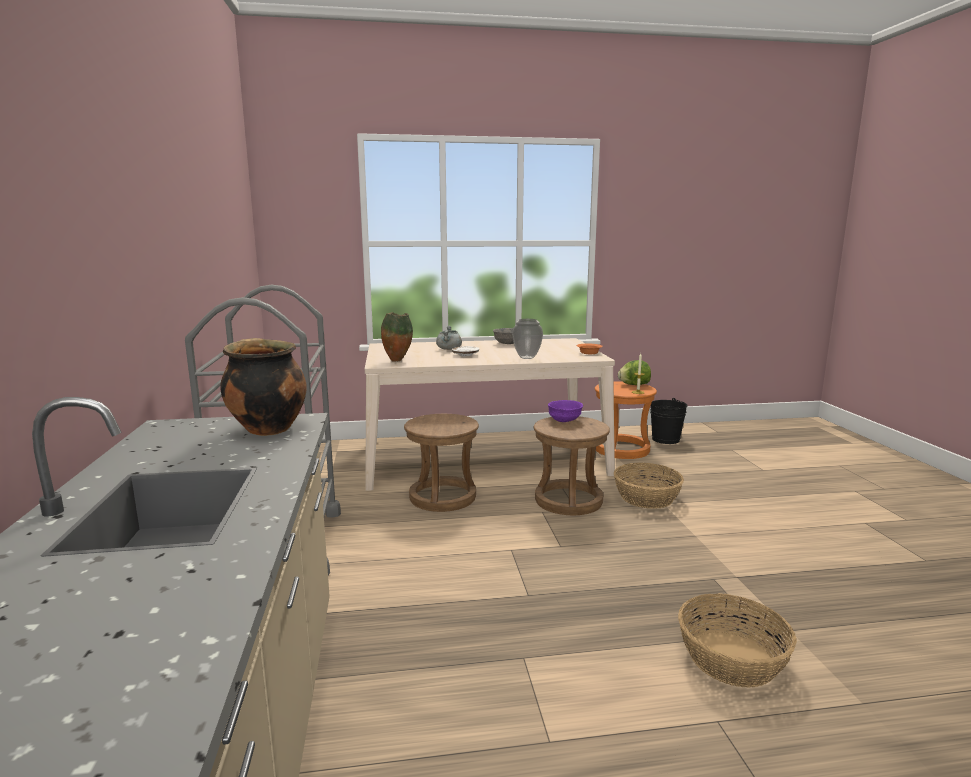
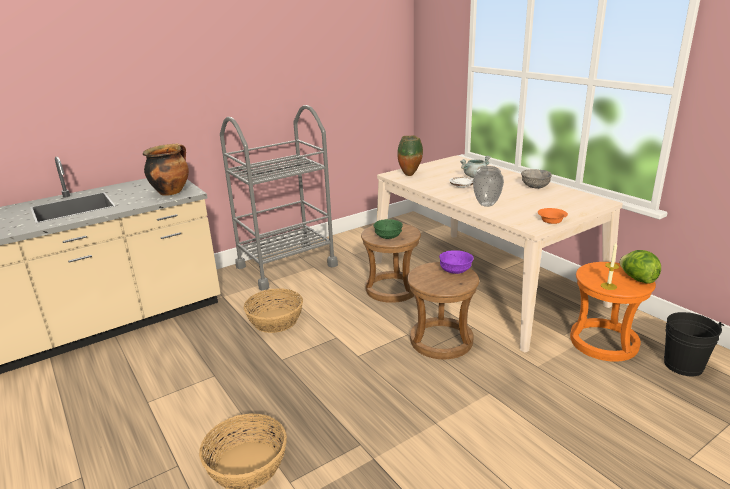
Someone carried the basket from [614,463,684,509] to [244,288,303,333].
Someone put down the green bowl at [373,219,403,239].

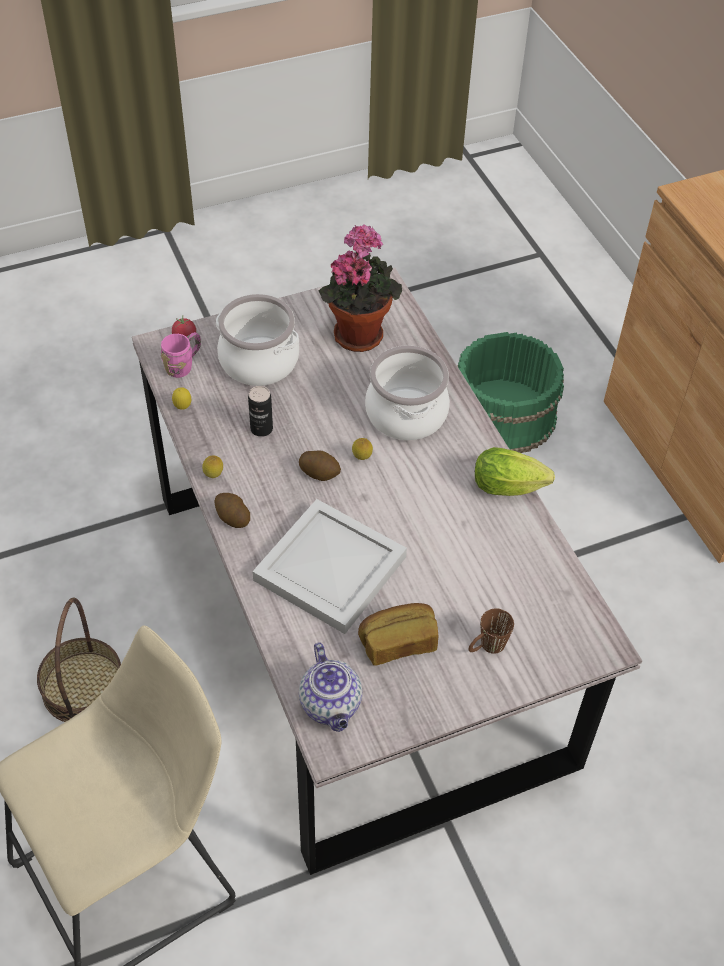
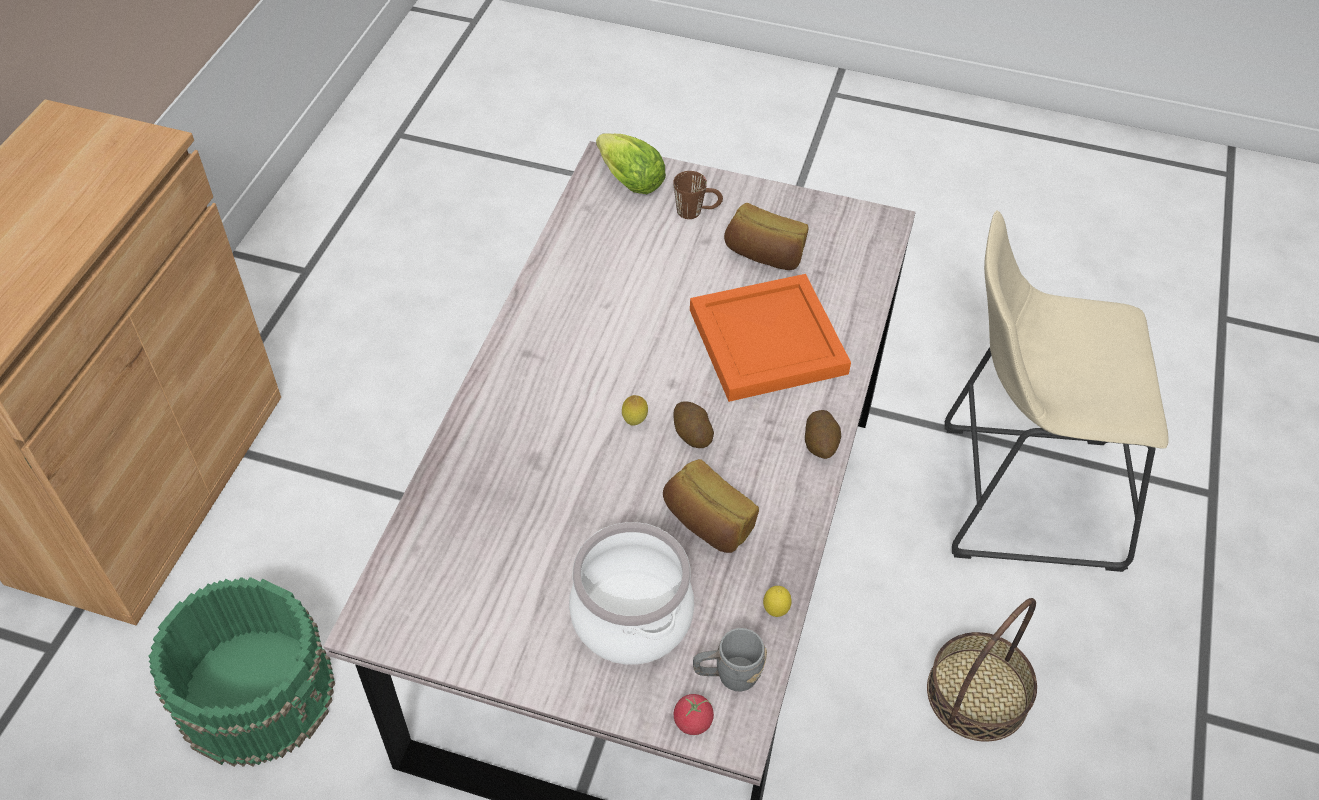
Someone took away the potted plant at [318,224,402,352].
Someone repainted the pink mug at [161,332,201,378], which became the grey mug at [693,628,767,691].
Someone took away the cooking pot at [365,345,450,441].
Someone swapped the can at [248,386,273,437] for the bread at [663,459,759,553].
Someone carried the lettuce from [475,447,555,496] to [596,133,666,194].
Someone took away the lemon at [202,456,223,478].
Someone repainted the white tray at [252,499,407,634], which became the orange tray at [690,274,851,402].
Someone took away the teapot at [299,643,362,732].

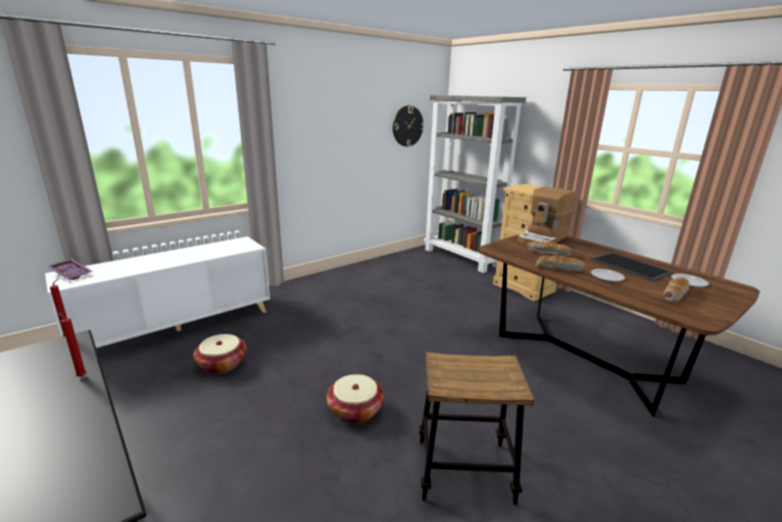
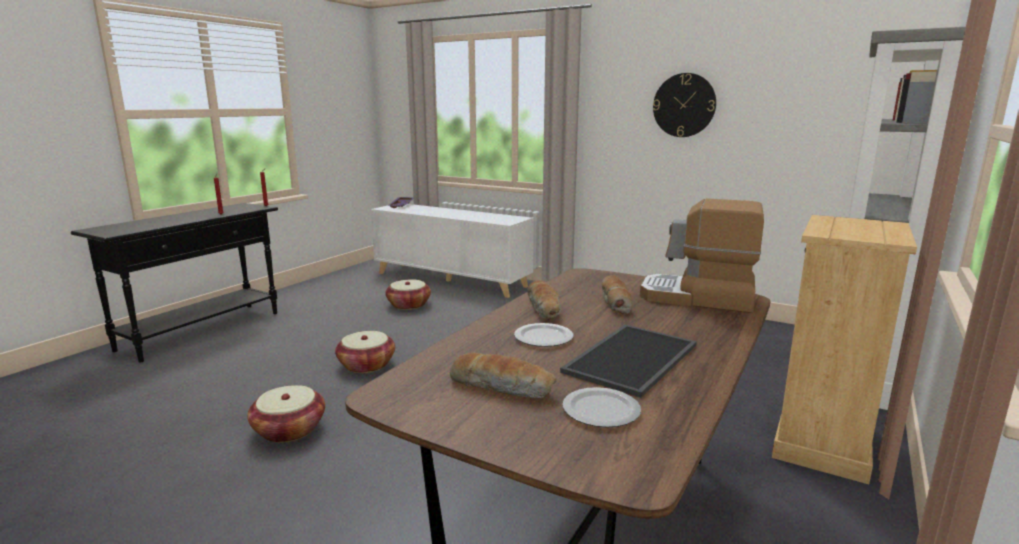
Someone carried the wall clock from [393,106,424,147] to [653,73,716,137].
Someone swapped the stool at [419,352,534,505] for the basket at [247,385,325,443].

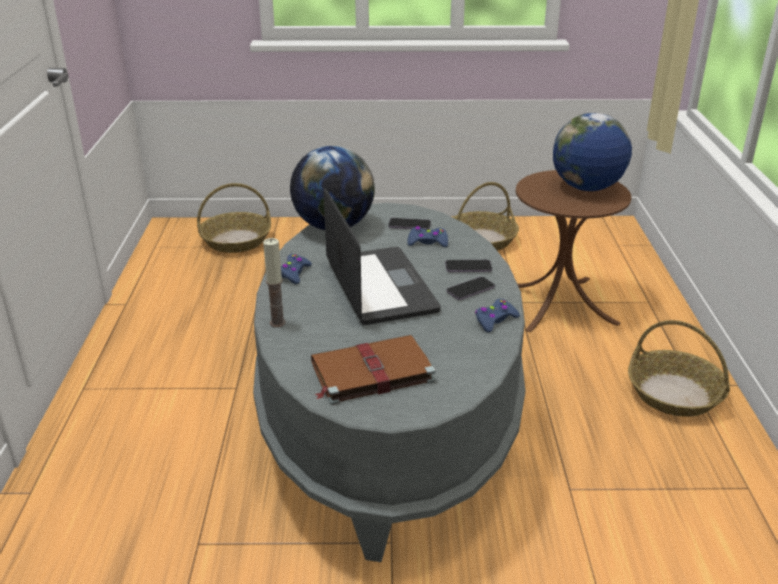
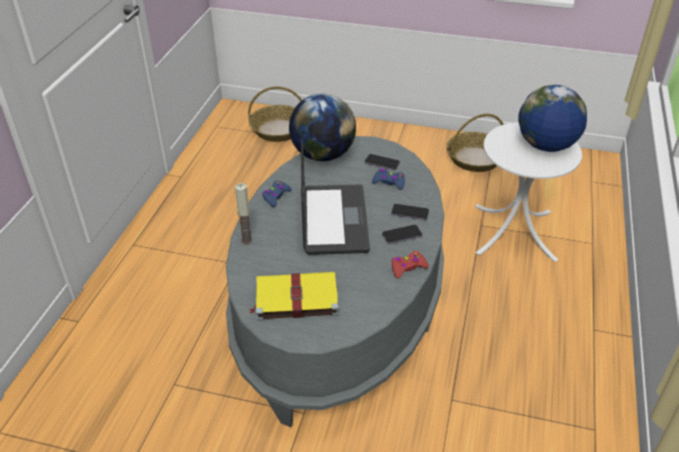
Someone repainted the brown side table at [516,170,631,332], which became the white side table at [475,122,582,262].
Someone repainted the blue game controller at [475,299,520,332], which became the red game controller at [392,251,429,278].
Someone took away the basket at [628,320,730,417].
Someone repainted the brown book at [311,335,436,405], which became the yellow book at [249,272,339,321].

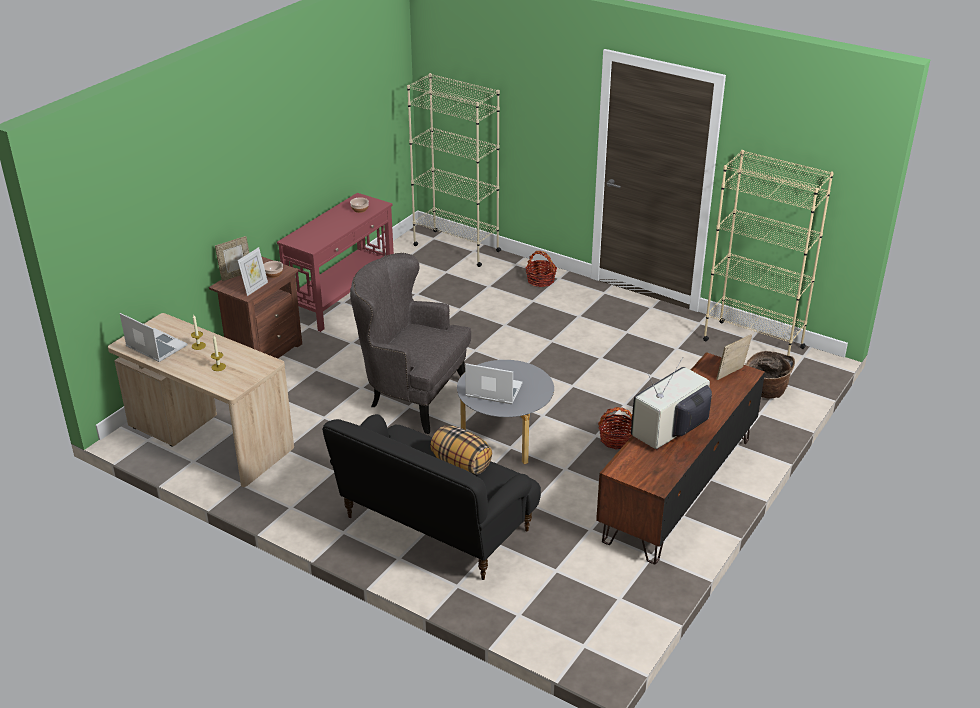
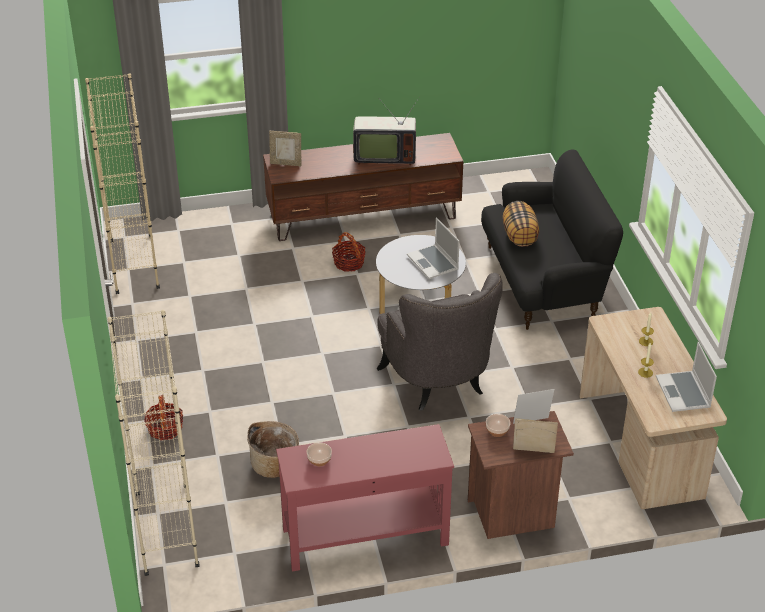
Someone carried the basket from [745,351,795,399] to [247,421,299,478].

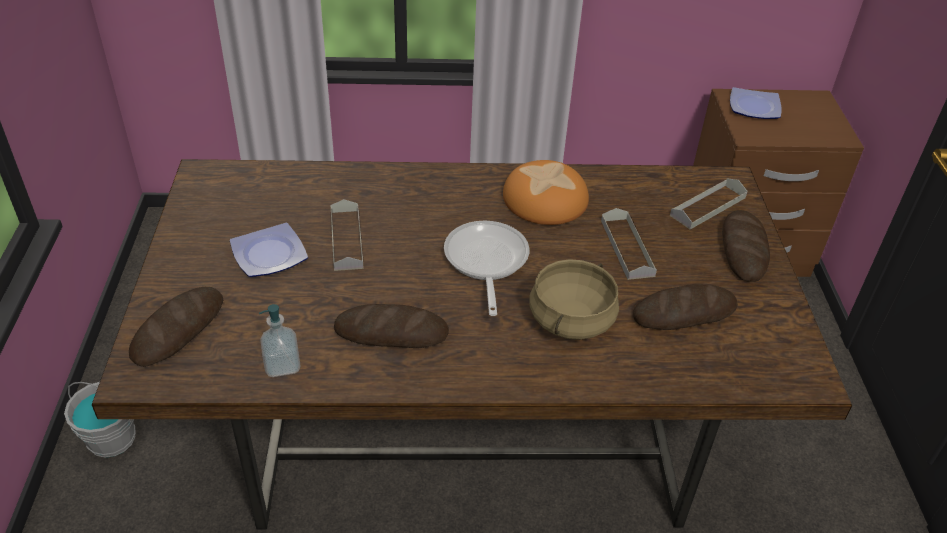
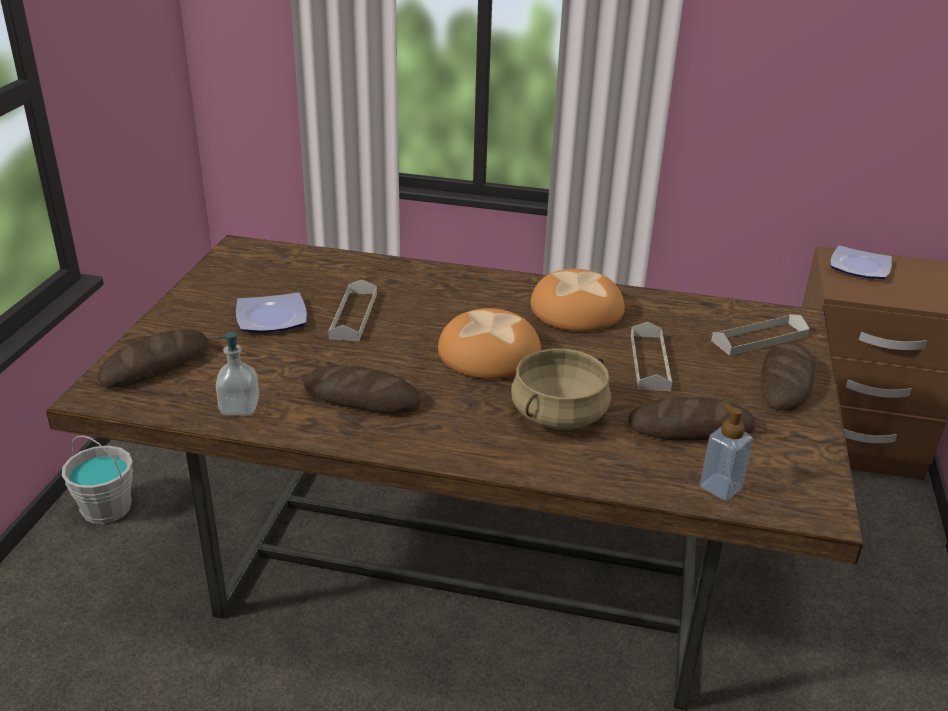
Someone swapped the frying pan at [444,221,529,316] for the bread at [438,308,541,379].
Someone put down the soap dispenser at [700,405,753,501].

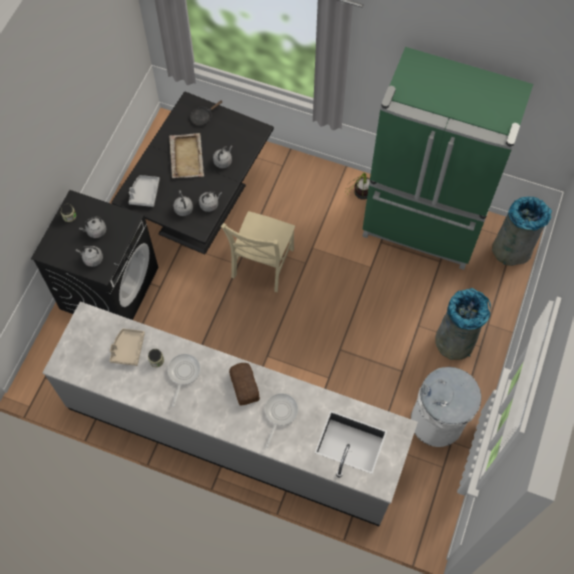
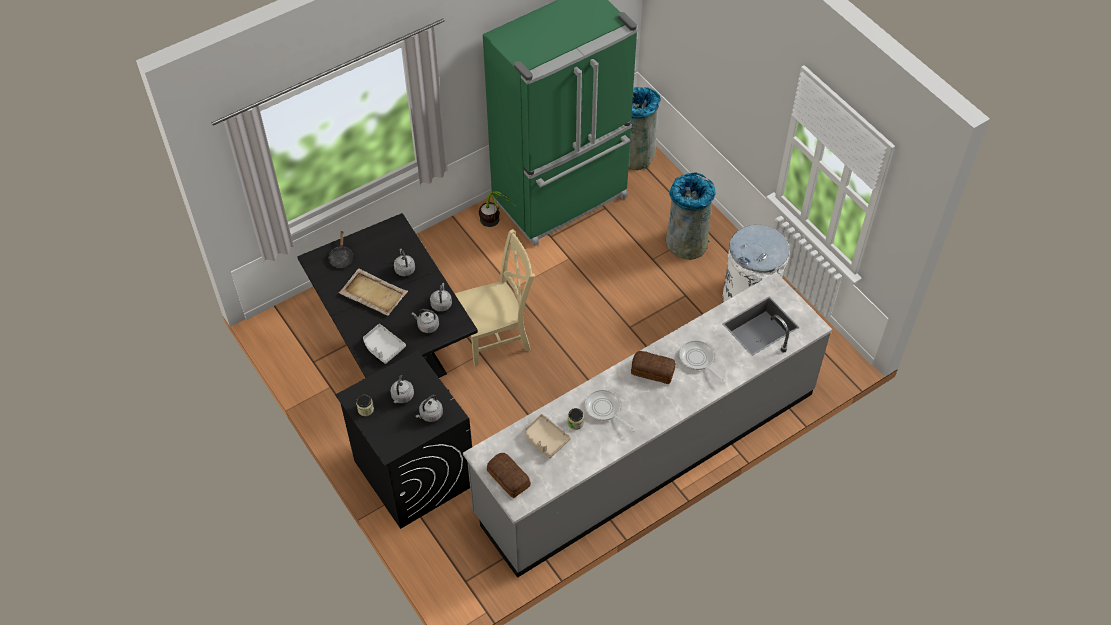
Someone rotated the beige chair at [221,211,295,292] by 75 degrees counterclockwise.
Someone put down the bread at [487,453,531,498].

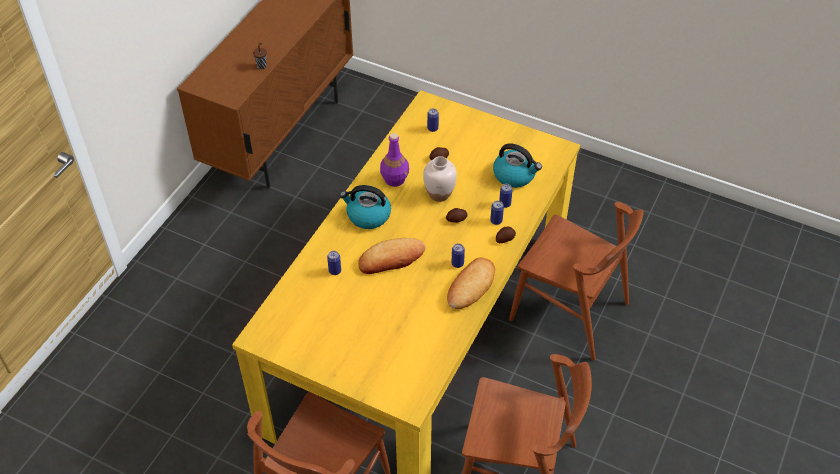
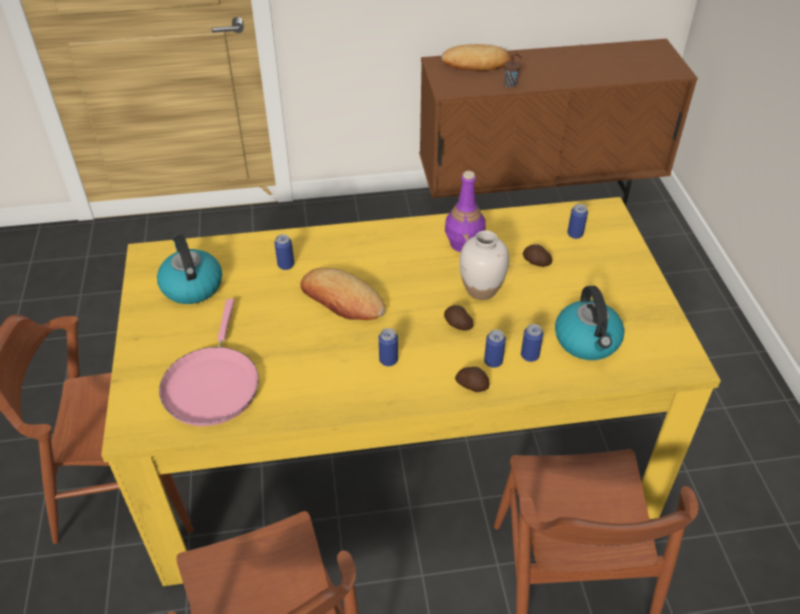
Someone carried the kettle from [340,185,391,229] to [157,234,222,304].
Someone carried the bread from [447,257,495,309] to [441,44,511,71].
Someone put down the pink frying pan at [159,299,259,426].

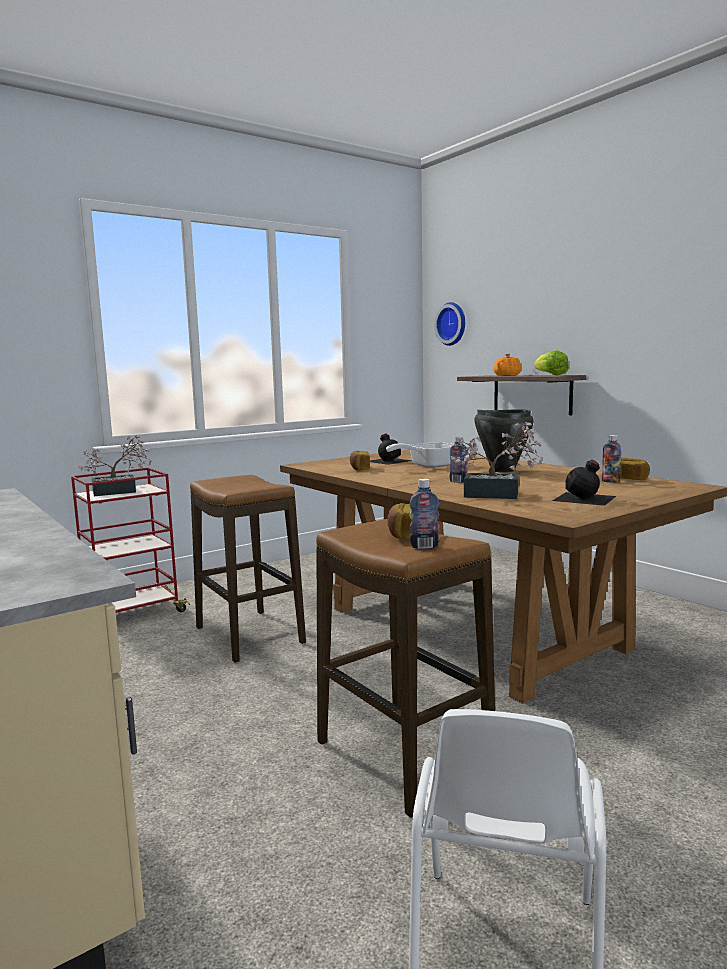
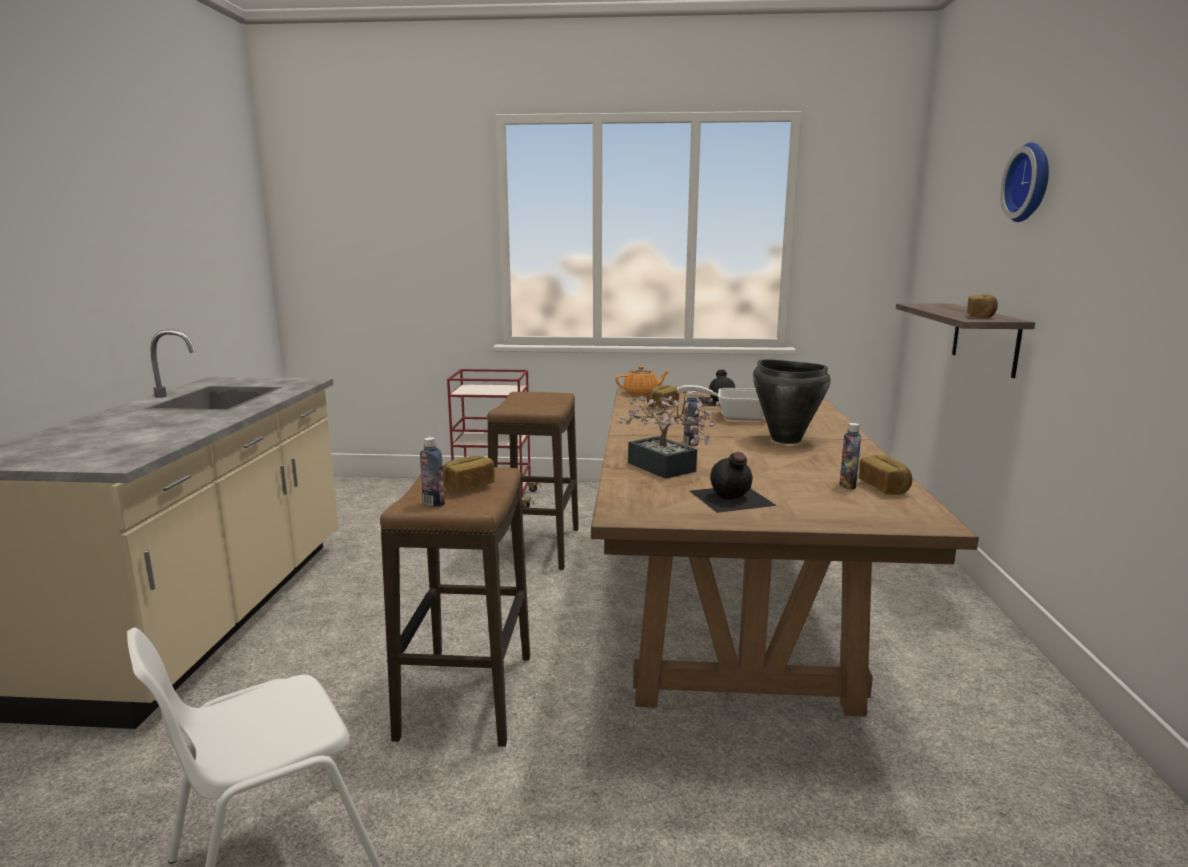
Someone carried the wall clock from [434,302,465,346] to [1000,142,1049,222].
Someone swapped the lettuce at [534,350,569,375] for the bread at [967,294,998,318].
Someone carried the orange teapot from [493,354,522,376] to [615,366,669,395].
Someone took away the potted plant at [78,435,152,496].

